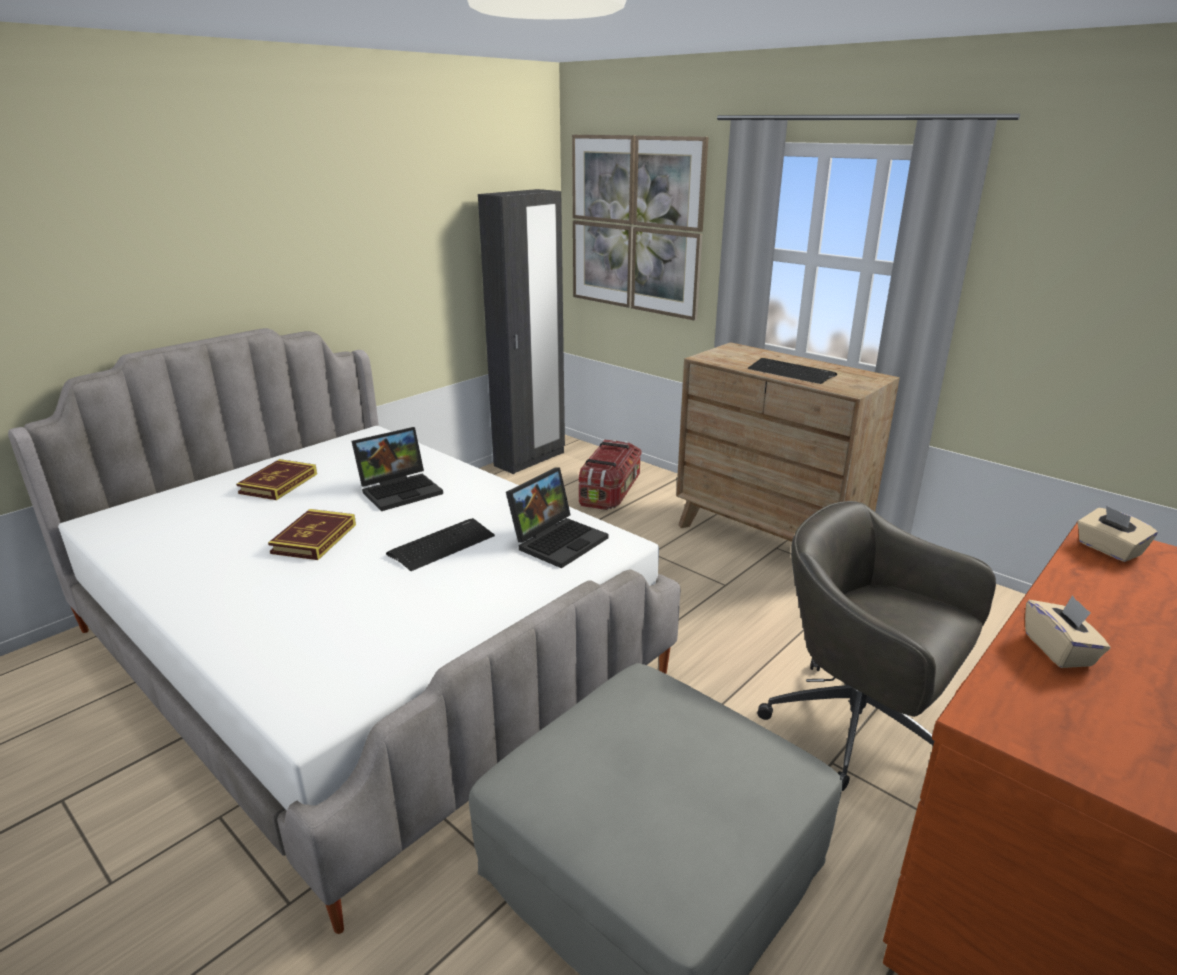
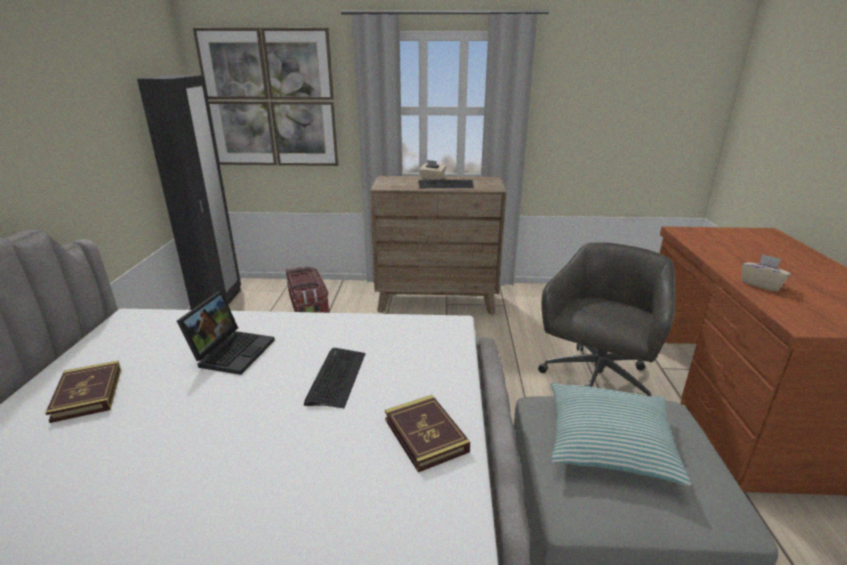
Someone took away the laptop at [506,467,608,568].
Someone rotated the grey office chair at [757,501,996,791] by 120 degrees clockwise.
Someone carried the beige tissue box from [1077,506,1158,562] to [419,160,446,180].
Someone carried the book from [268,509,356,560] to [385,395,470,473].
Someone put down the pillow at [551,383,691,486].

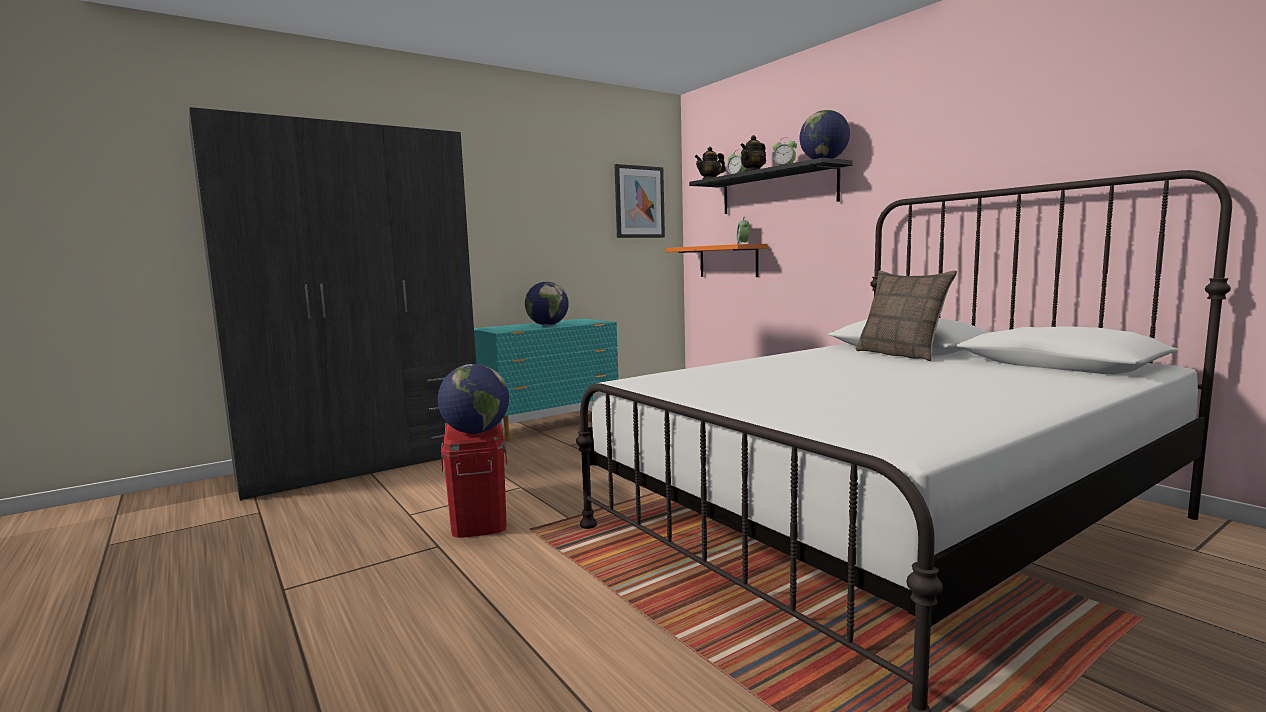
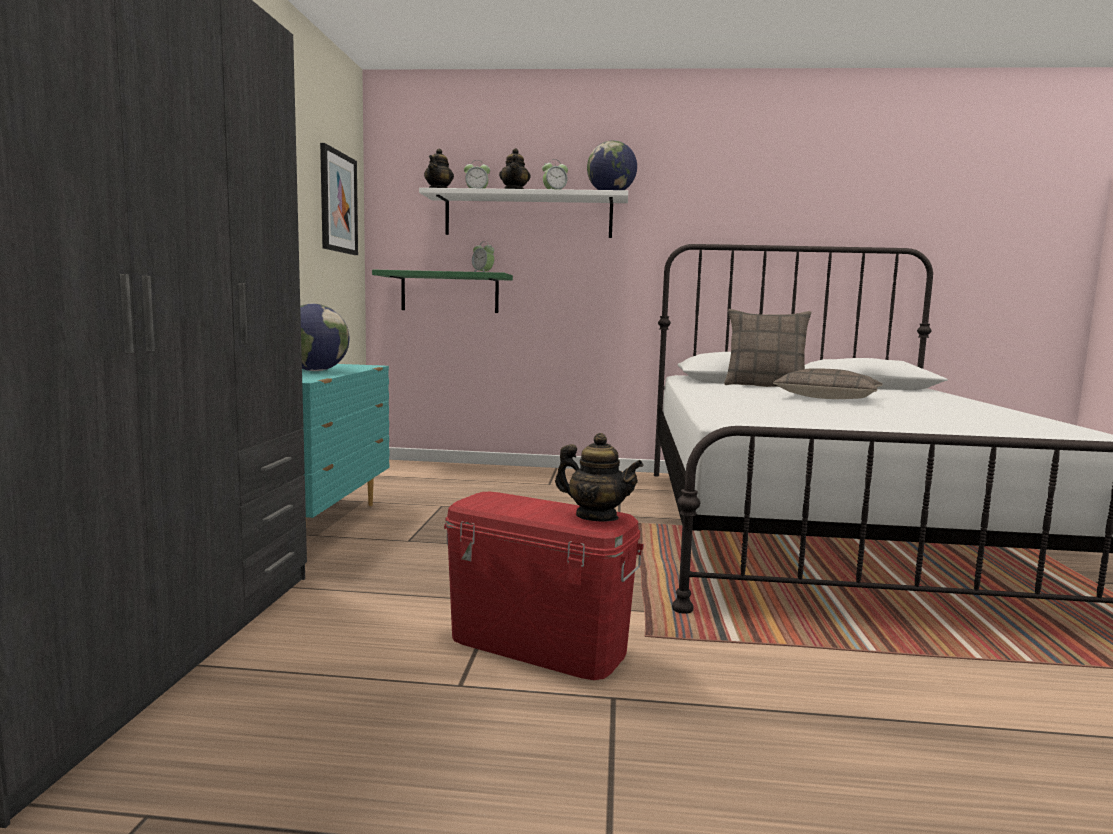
Someone repainted the black shelf at [689,158,853,214], which became the white shelf at [419,188,628,238].
Someone repainted the orange shelf at [666,244,767,277], which became the green shelf at [372,269,513,313].
Someone swapped the globe at [438,364,509,434] for the teapot at [555,433,643,521].
Someone put down the pillow at [773,368,883,399].

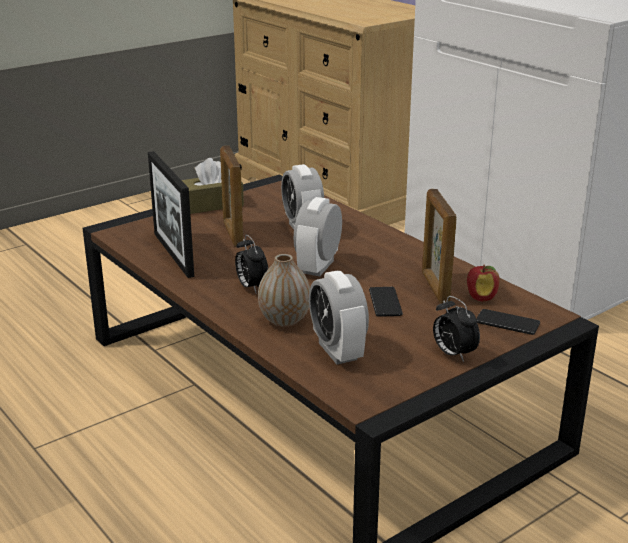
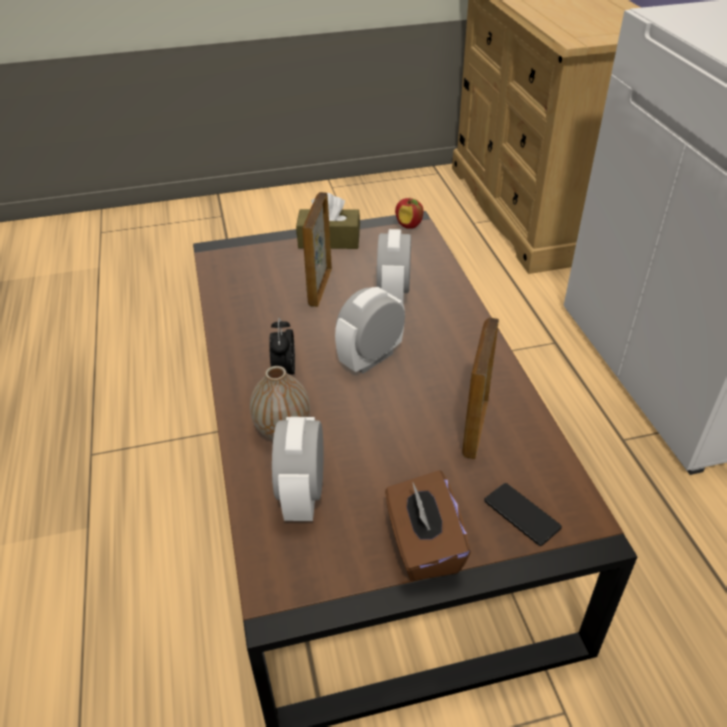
Someone took away the picture frame at [148,151,194,278].
Someone carried the apple from [467,265,500,301] to [395,197,423,229].
Someone took away the phone at [369,287,403,317].
Someone swapped the alarm clock at [433,296,480,362] for the brown tissue box at [385,470,471,581].

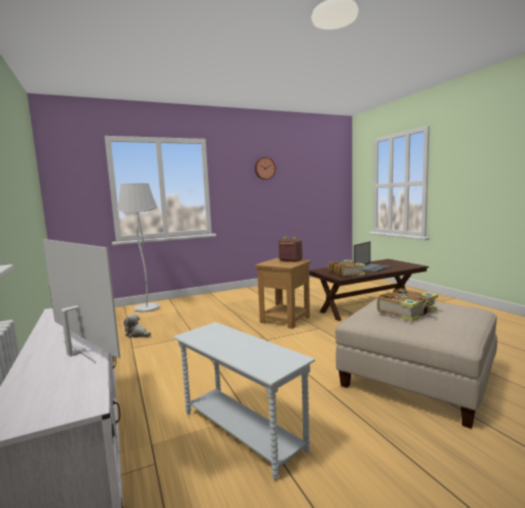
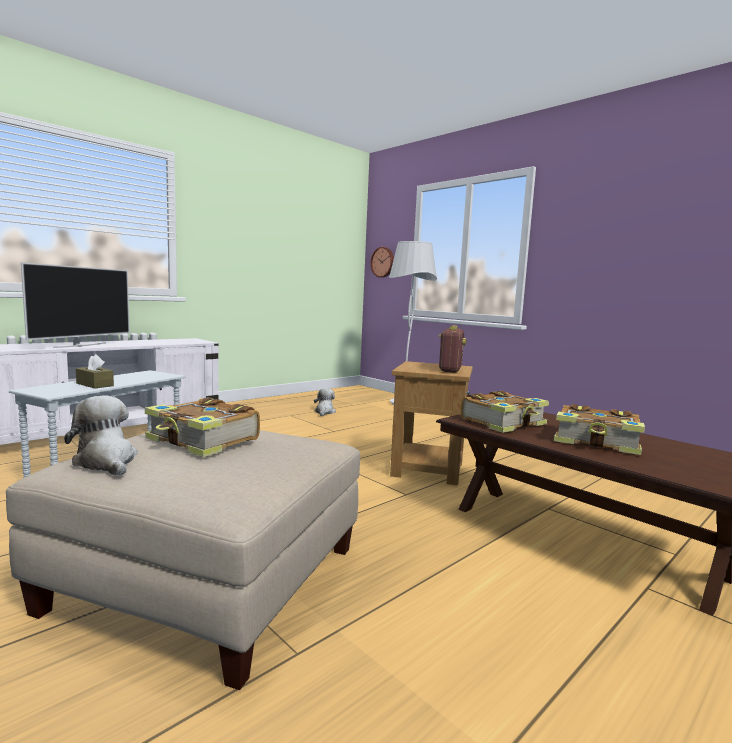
Someone carried the wall clock from [255,157,276,180] to [370,247,394,278].
Someone swapped the laptop at [354,241,391,273] for the book at [554,404,645,455].
Someone put down the brown tissue box at [76,354,114,389].
Someone put down the plush toy at [64,395,138,476].

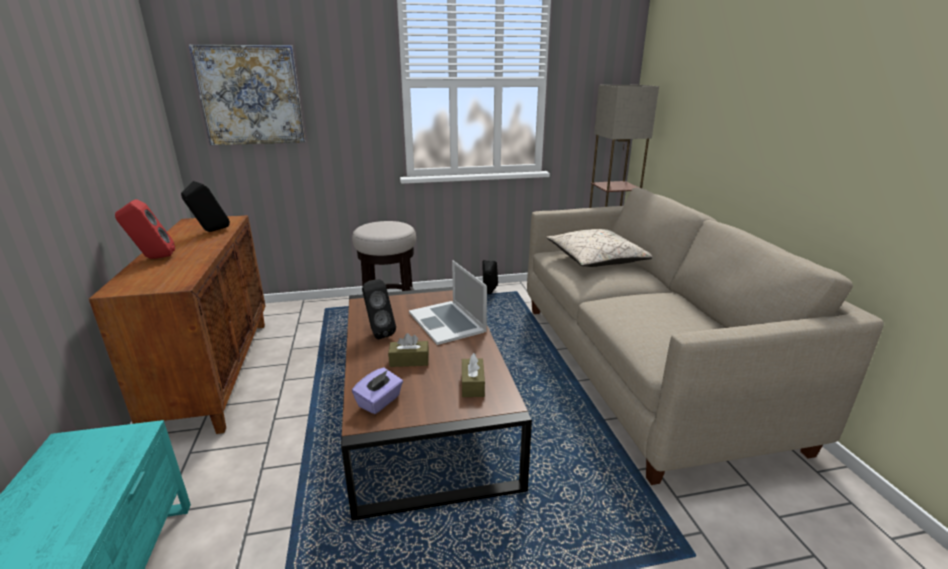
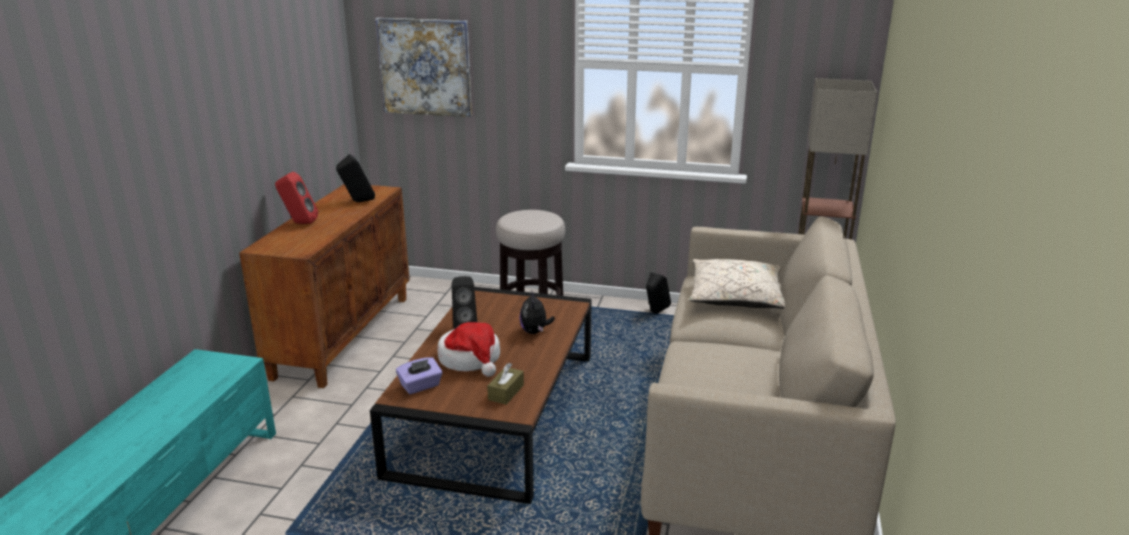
Someone swapped the laptop at [409,260,487,345] for the plush toy at [519,290,555,334].
Someone swapped the brown tissue box at [388,333,429,367] for the hat at [437,322,500,377].

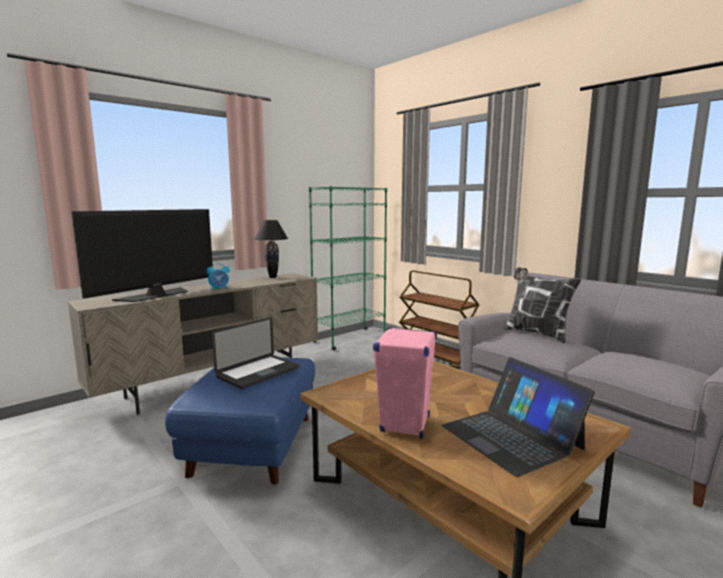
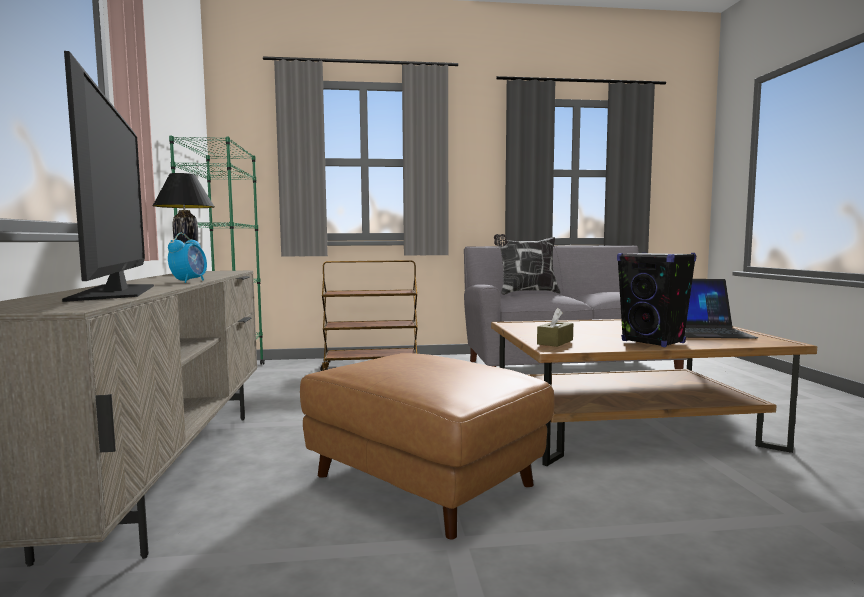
Someone took away the laptop at [212,317,299,389].
Someone repainted the pink speaker at [373,327,437,438], which became the black speaker at [617,252,696,347].
Someone repainted the blue ottoman at [165,357,315,485], which became the brown ottoman at [300,353,555,540].
Someone put down the brown tissue box at [537,308,573,347].

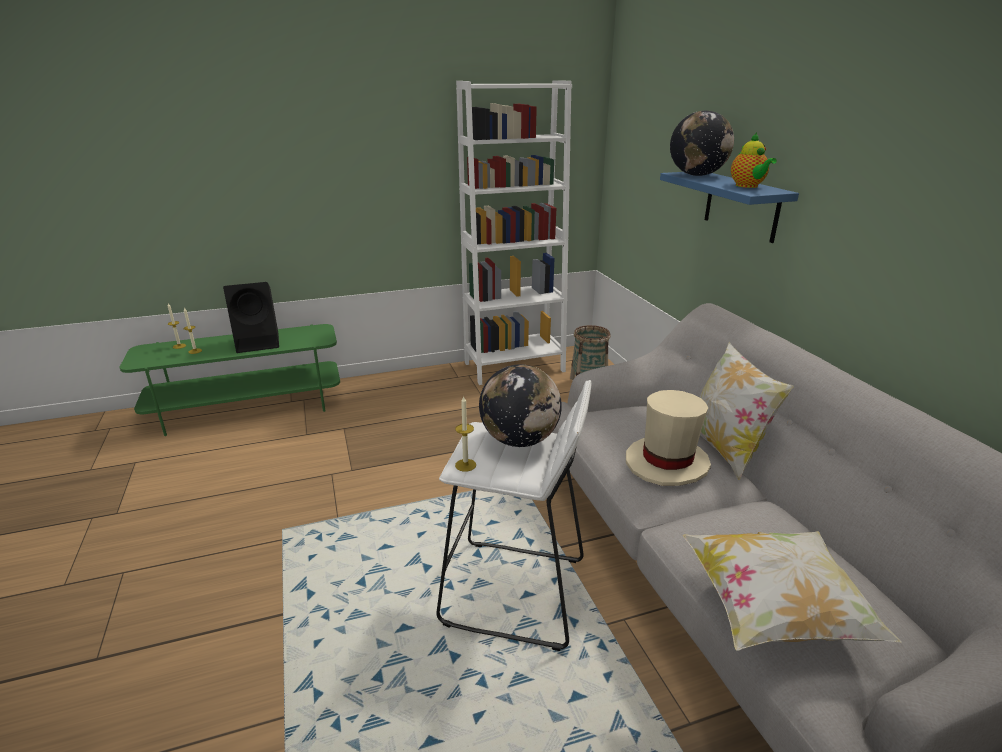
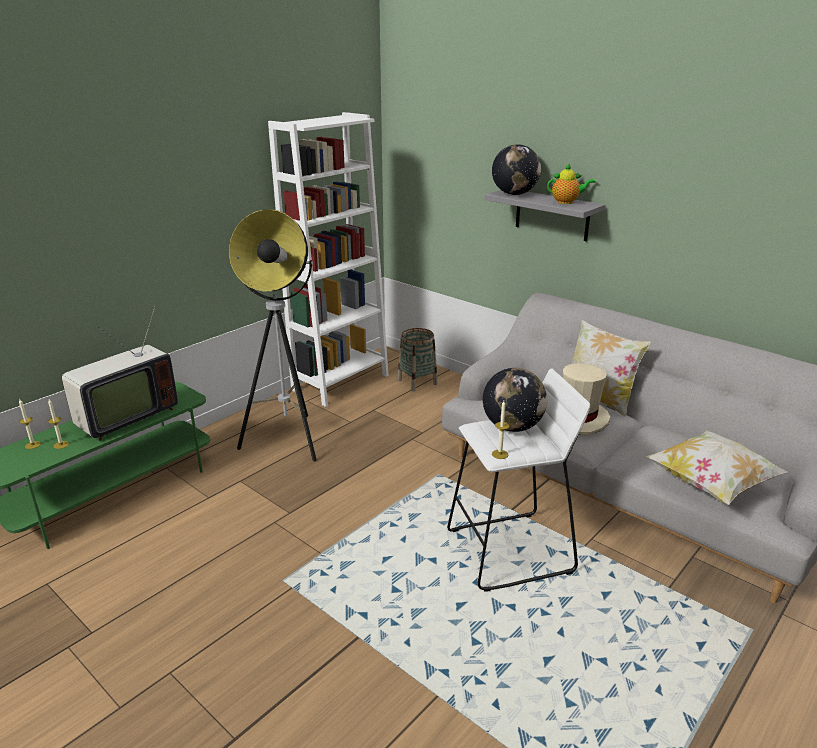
Someone rotated the teapot at [731,133,777,188] by 45 degrees counterclockwise.
Someone repainted the blue shelf at [660,172,799,243], which became the grey shelf at [484,190,605,242].
Someone swapped the black speaker at [223,282,279,353] for the television at [62,305,178,441].
Someone put down the floor lamp at [229,209,317,461].

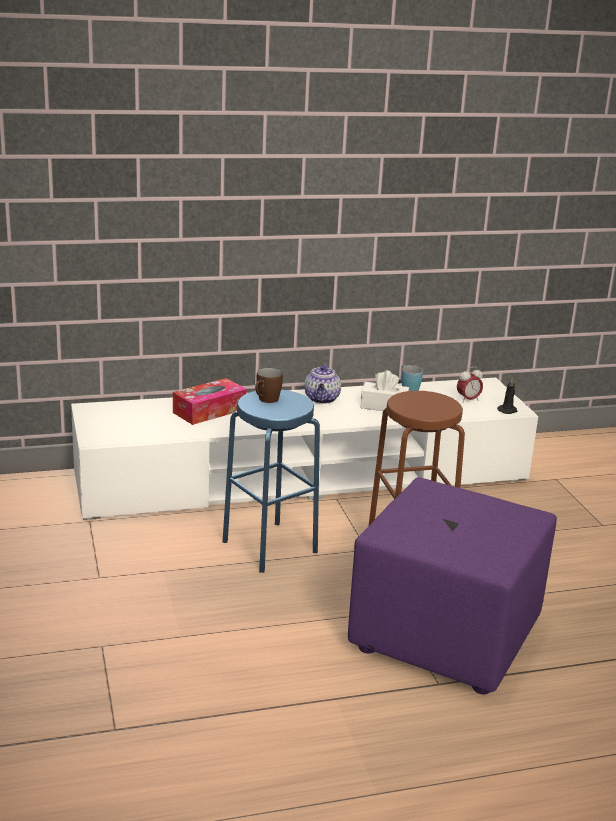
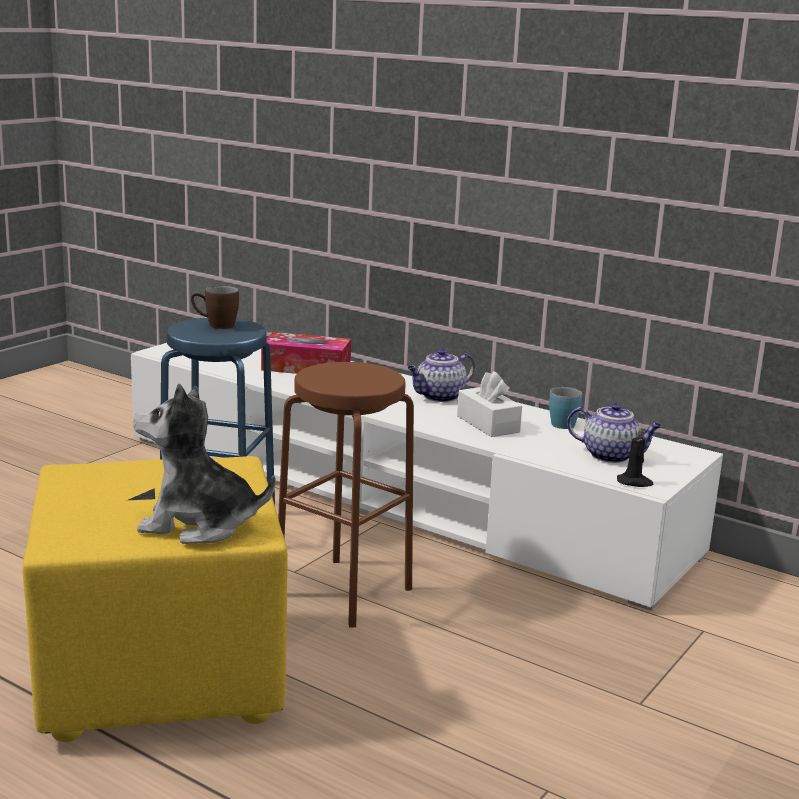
Someone swapped the alarm clock at [457,367,483,402] for the teapot at [567,403,662,463].
Someone repainted the purple ottoman at [348,477,557,694], which became the yellow ottoman at [22,456,288,742].
Someone put down the plush toy at [133,384,275,544].

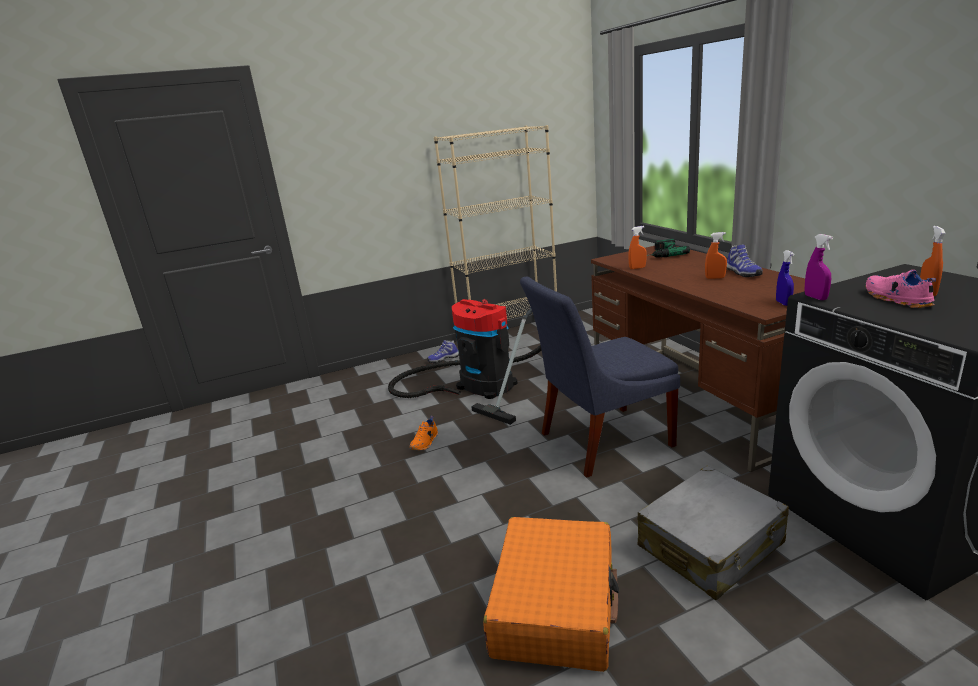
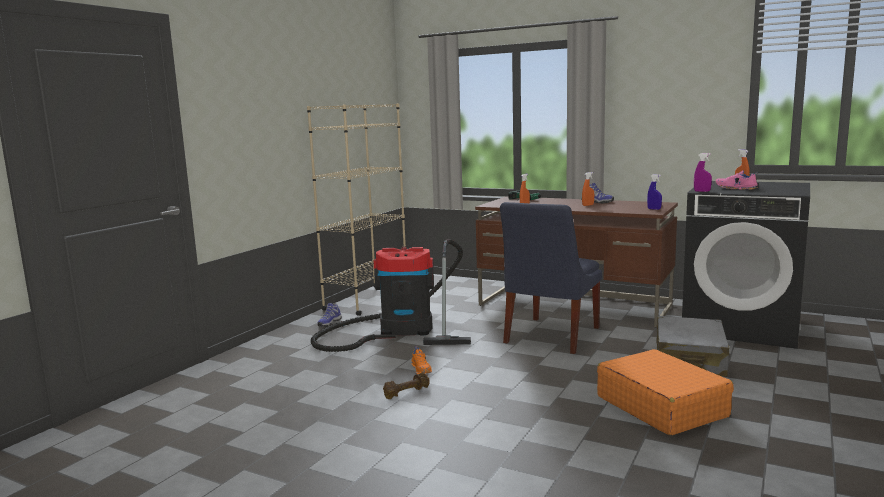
Someone put down the brown dumbbell at [383,373,430,399].

